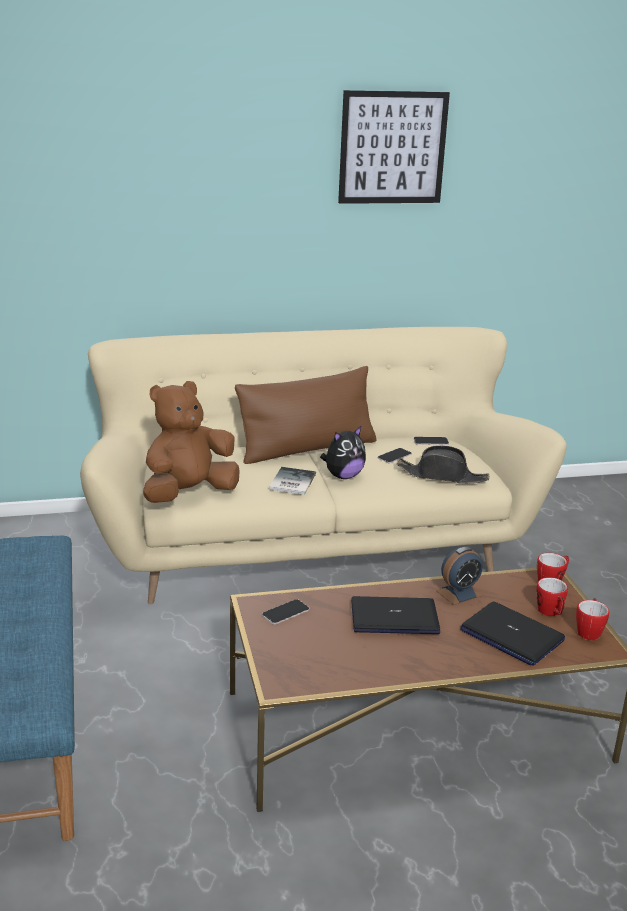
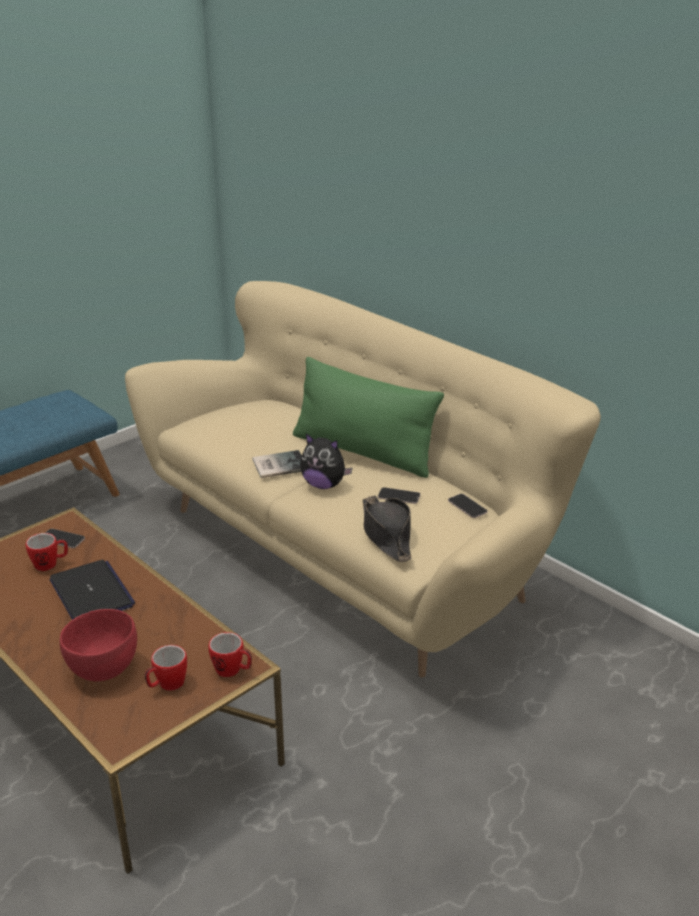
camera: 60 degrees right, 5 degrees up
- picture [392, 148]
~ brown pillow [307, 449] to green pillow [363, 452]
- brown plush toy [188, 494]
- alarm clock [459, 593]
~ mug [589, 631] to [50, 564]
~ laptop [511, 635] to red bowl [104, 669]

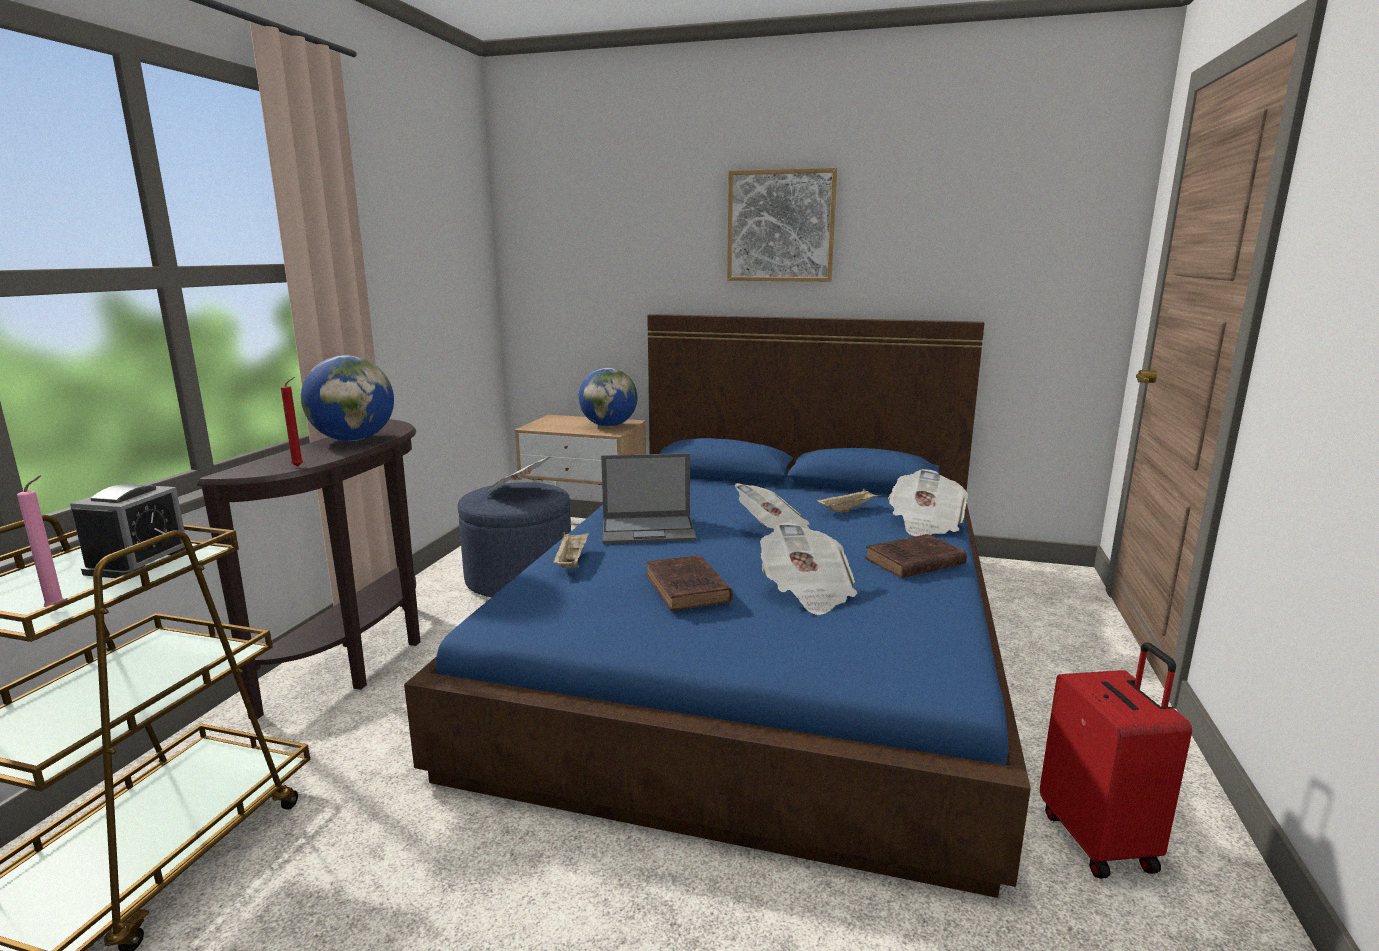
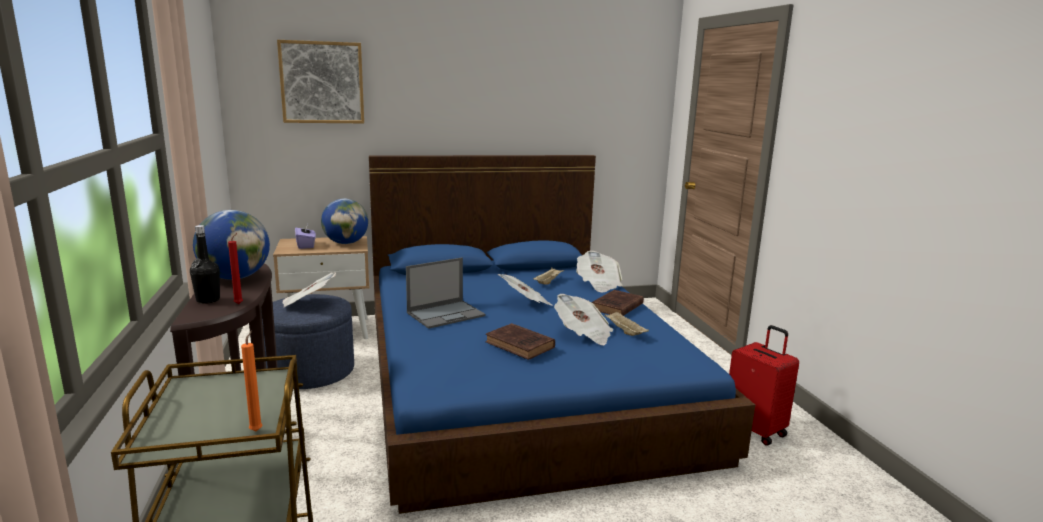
camera: 30 degrees left, 0 degrees up
~ picture [780, 226] to [322, 82]
~ pink candle [60, 609] to orange candle [257, 430]
- alarm clock [139, 561]
~ beige tray [571, 561] to [624, 331]
+ purple tissue box [306, 245]
+ black bottle [208, 300]

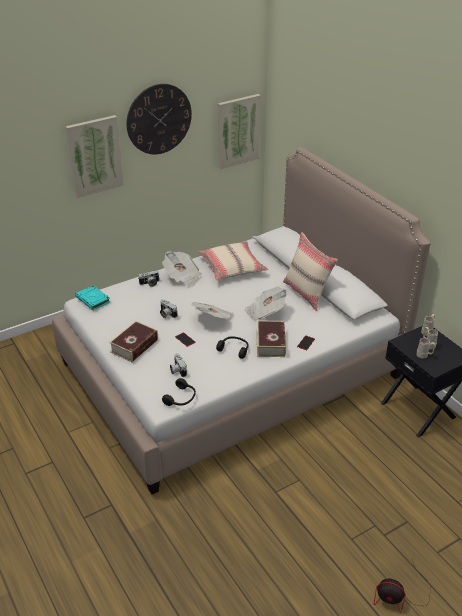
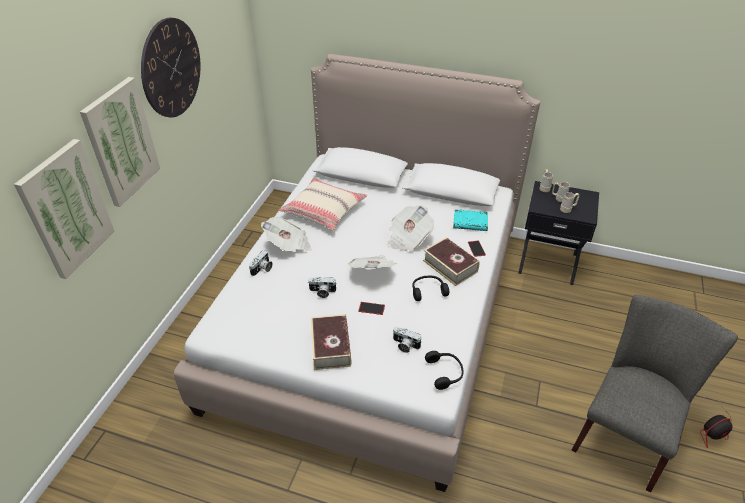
camera: 40 degrees left, 5 degrees up
~ picture [238, 131] to [66, 209]
- beige pillow [307, 293]
~ turquoise book [93, 300] to [470, 222]
+ grey chair [624, 432]

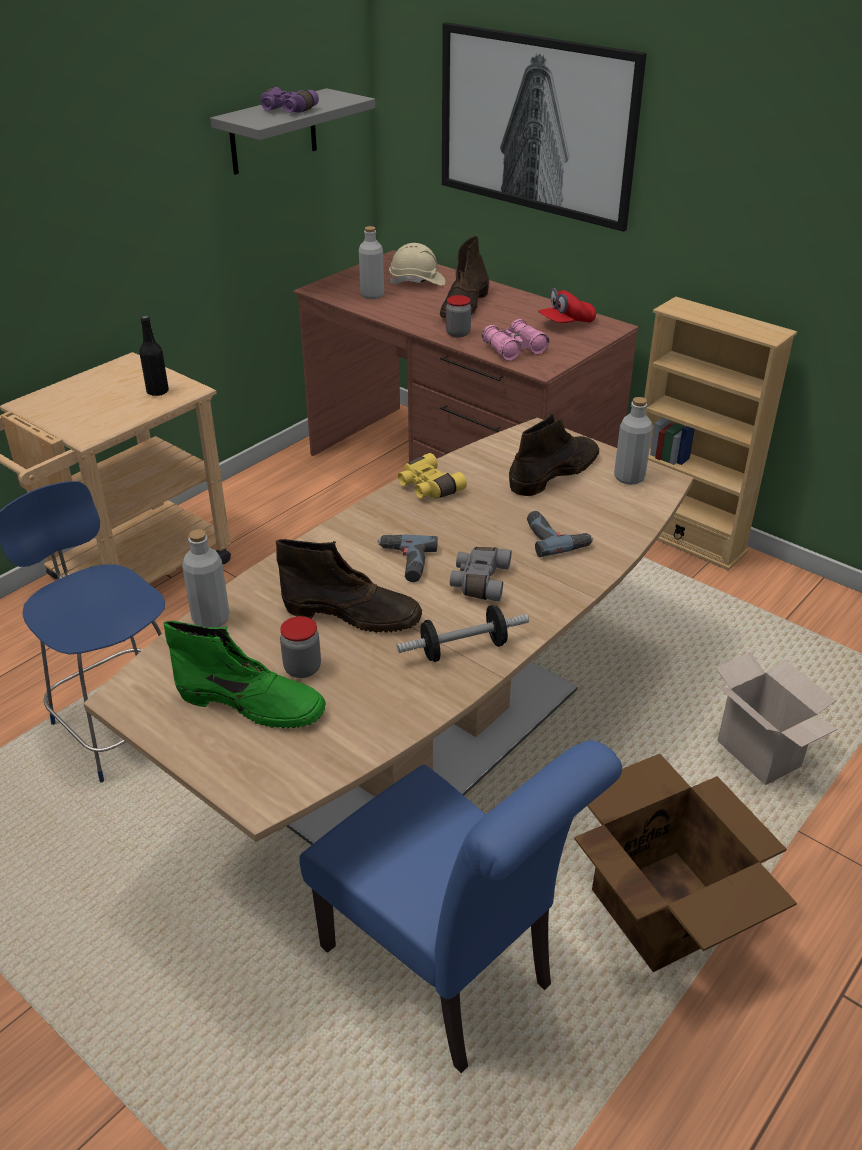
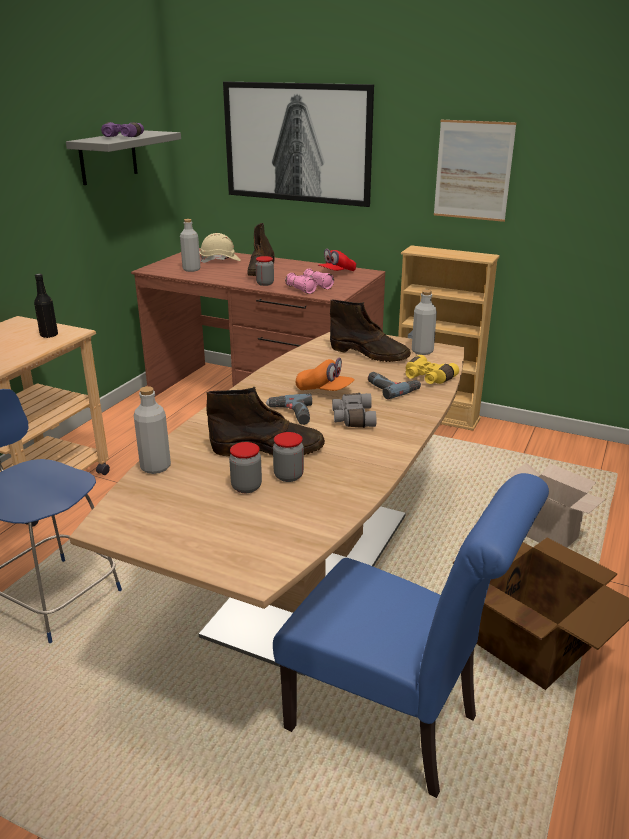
camera: 15 degrees left, 10 degrees down
~ brown boot [554, 472] = [370, 354] 90 degrees clockwise
~ yellow binoculars [428, 487] to [427, 378]
- dumbbell [463, 649]
- green boot [252, 704]
+ picture [473, 170]
+ orange cap [324, 390]
+ jar [288, 476]

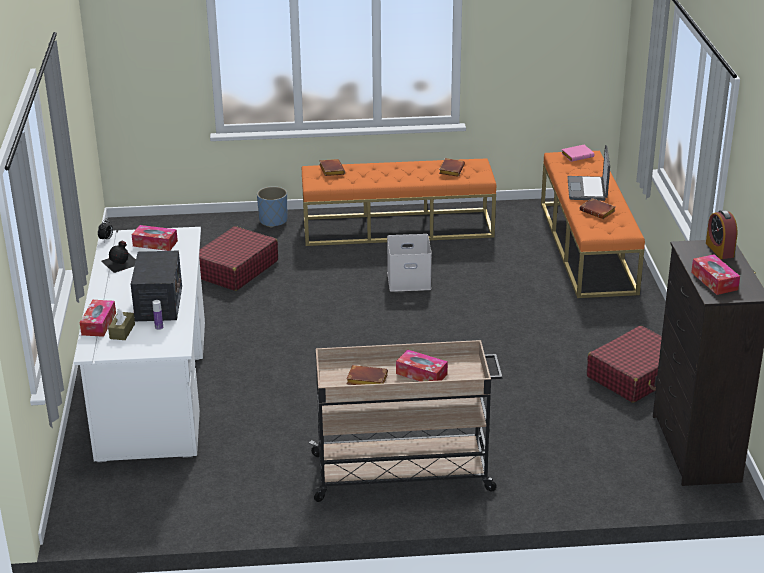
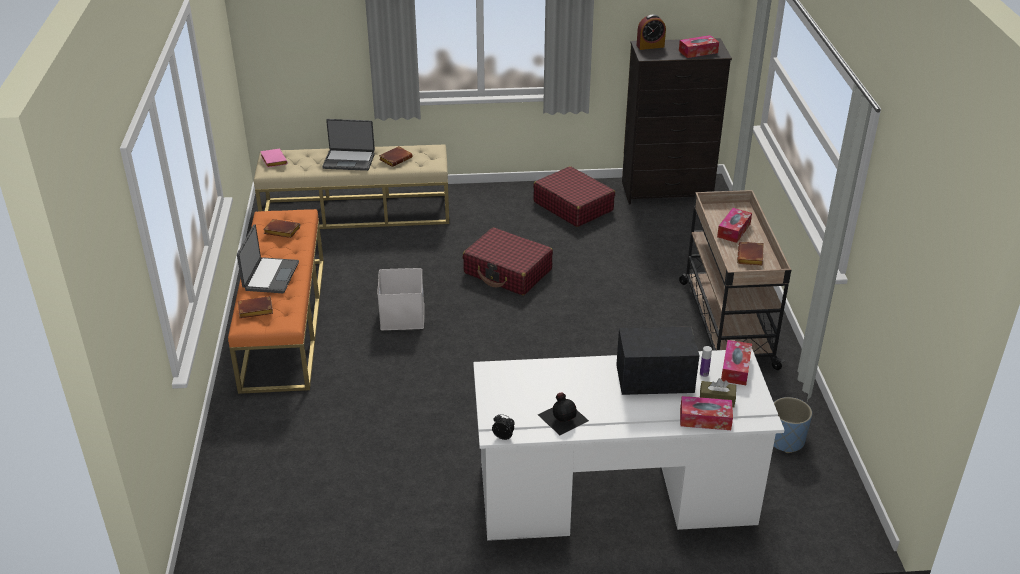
camera: 90 degrees left, 5 degrees up
~ orange bench [587, 247] to beige bench [357, 212]
~ blue planter [273, 221] to [786, 440]
~ tissue box [155, 243] to [735, 368]
~ red suitcase [235, 269] to [508, 272]
+ laptop [270, 276]

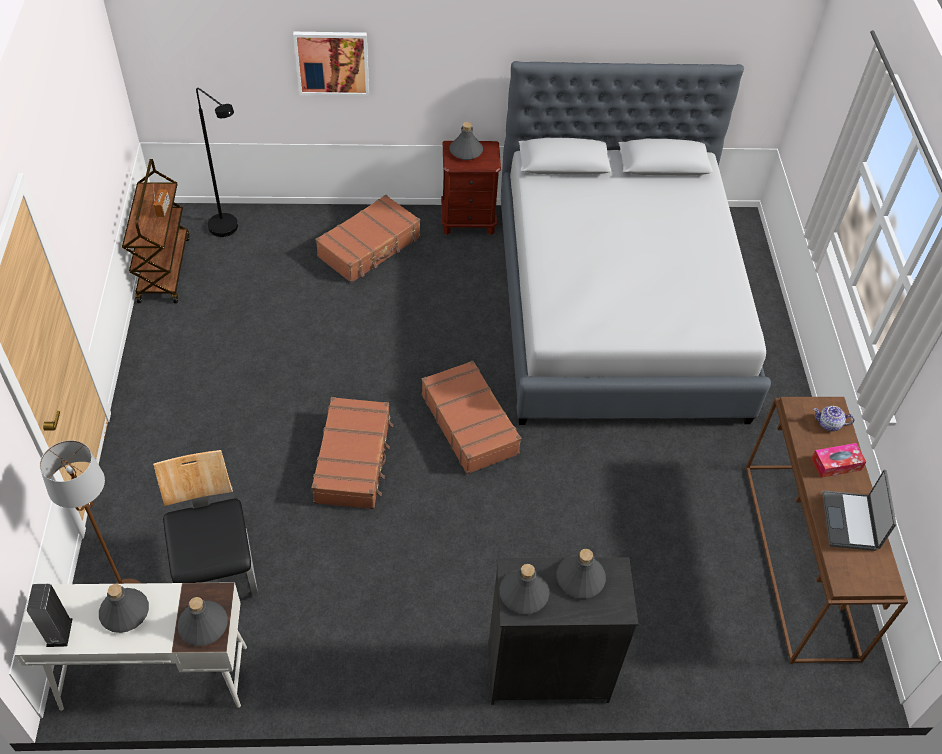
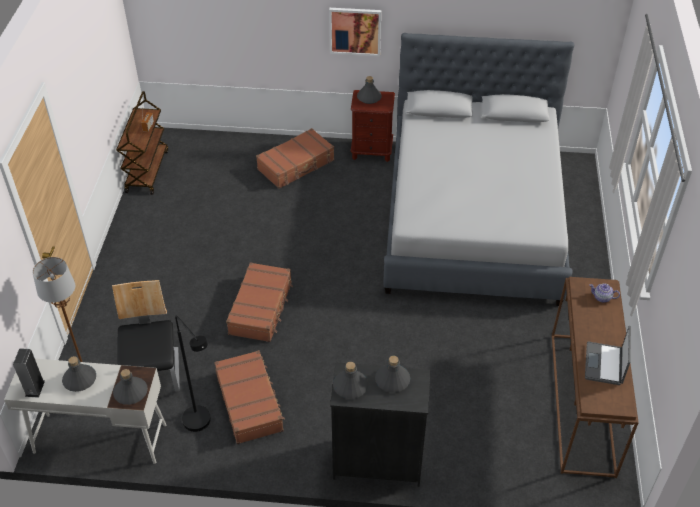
camera: 10 degrees right, 5 degrees down
~ picture [332, 63] to [355, 31]
~ black floor lamp [229, 230] to [202, 424]
~ brown suitcase [470, 424] to [250, 402]
- tissue box [836, 464]

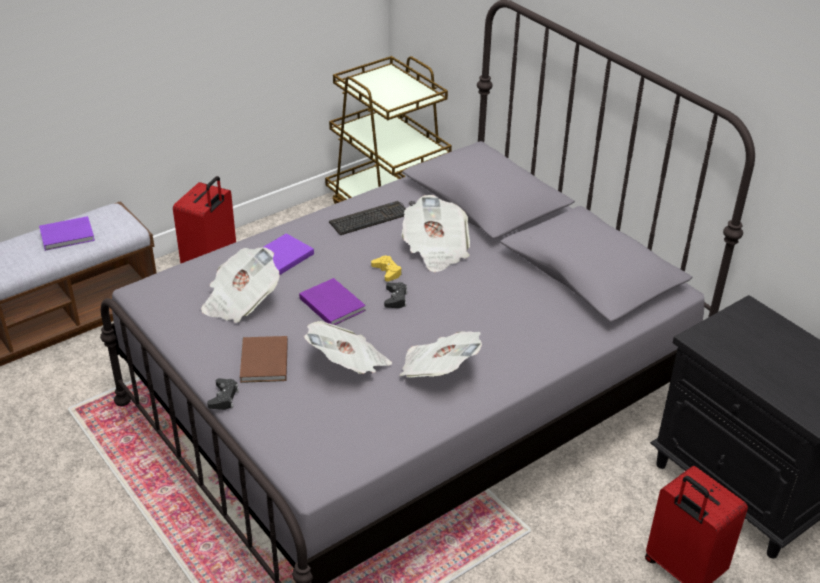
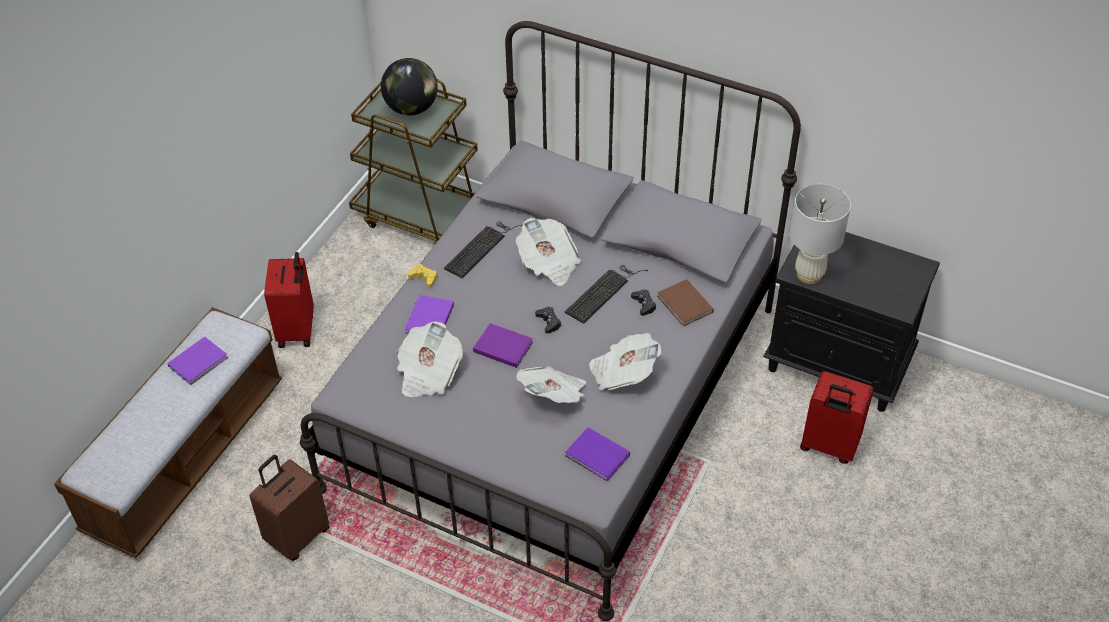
camera: 25 degrees left, 10 degrees up
~ yellow game controller [387, 272] to [424, 278]
~ brown book [263, 362] to [685, 305]
~ black game controller [224, 398] to [644, 304]
+ globe [411, 108]
+ white table lamp [809, 275]
+ keyboard [603, 292]
+ purple book [598, 457]
+ brown suitcase [297, 536]

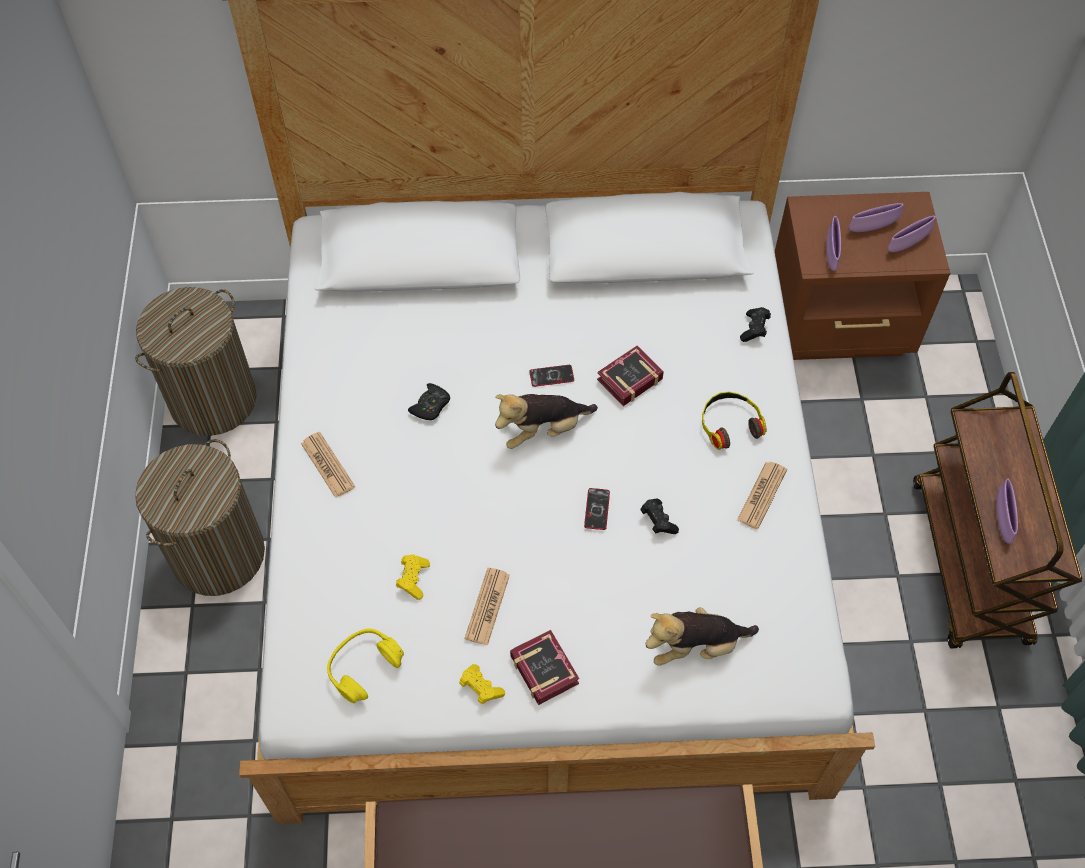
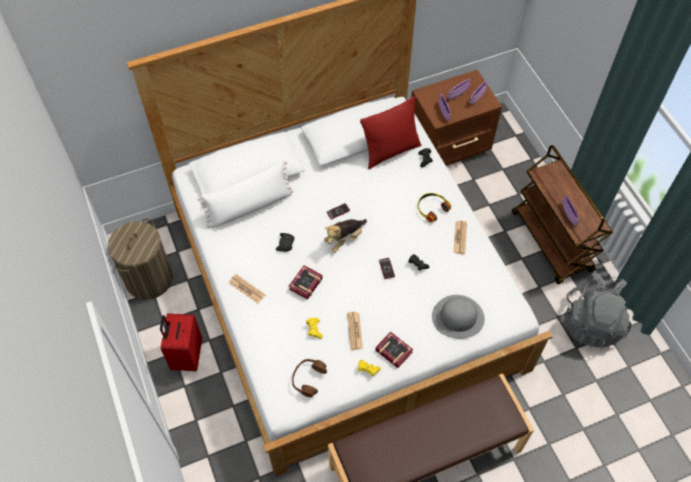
camera: 20 degrees left, 0 degrees up
~ book [626, 379] to [304, 284]
~ laundry basket [218, 554] to red suitcase [186, 356]
~ plush toy [695, 646] to grey hat [458, 317]
~ yellow headphones [364, 667] to brown headphones [308, 379]
+ red pillow [390, 151]
+ white pillow [249, 206]
+ grey backpack [591, 322]

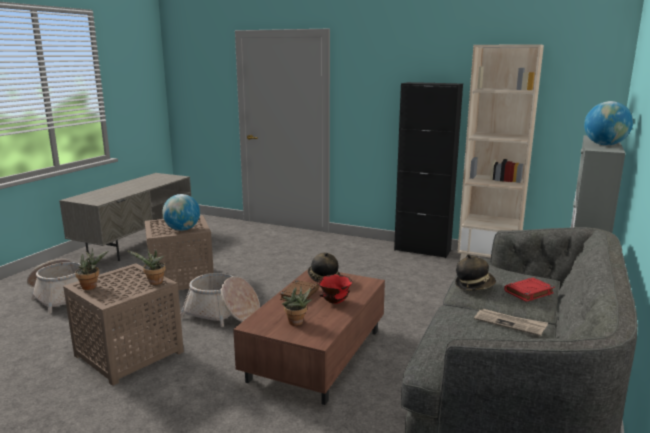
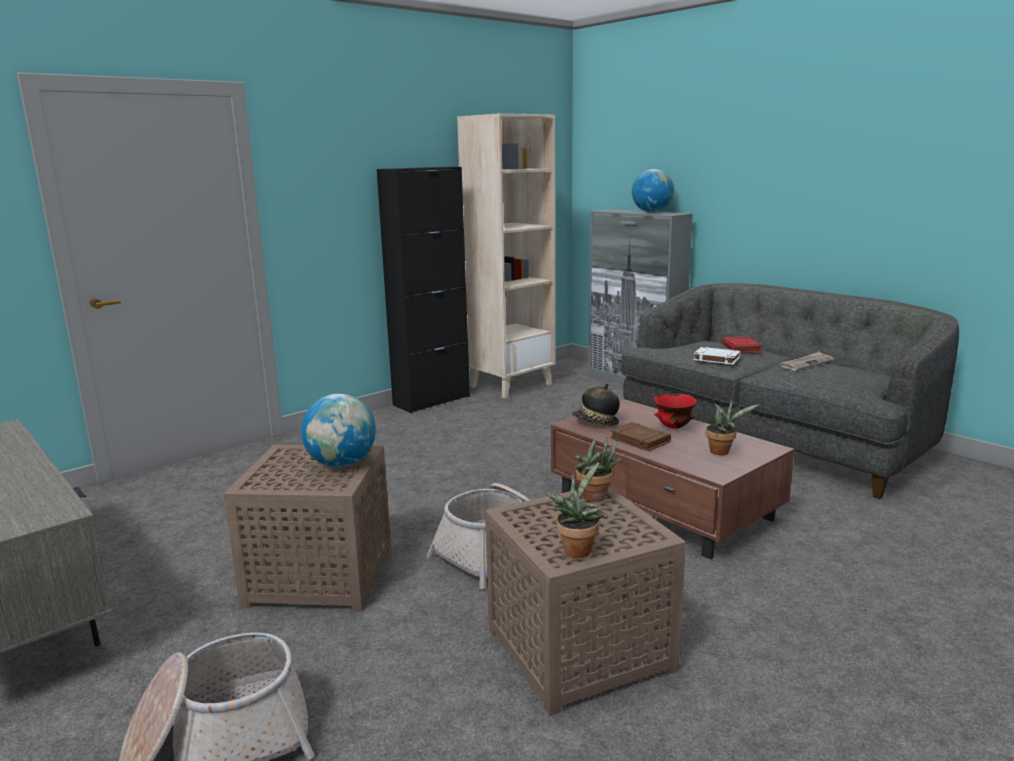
camera: 65 degrees left, 0 degrees up
~ hat [474, 285] to white book [716, 359]

